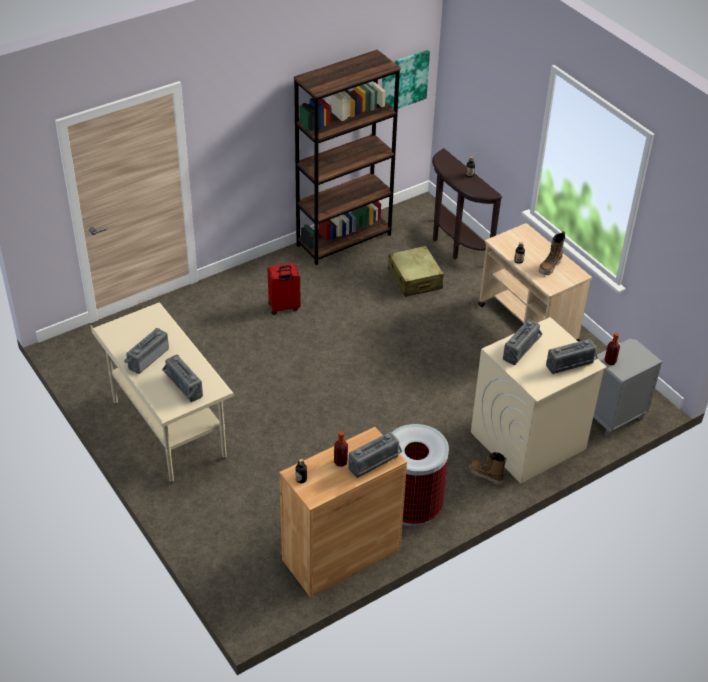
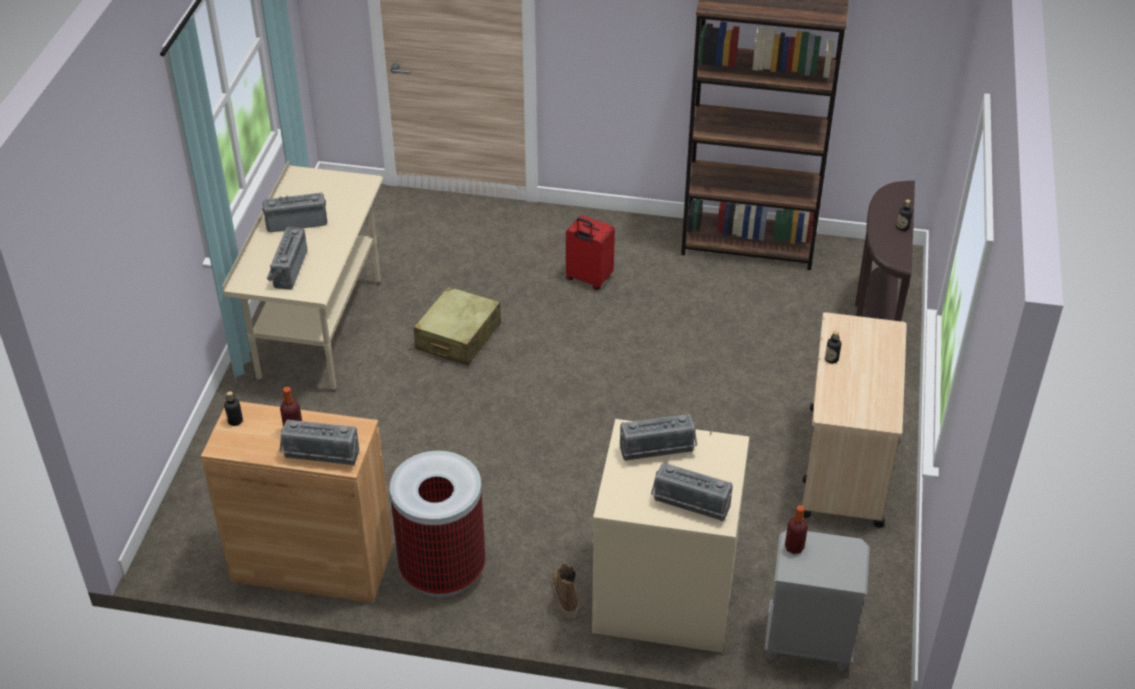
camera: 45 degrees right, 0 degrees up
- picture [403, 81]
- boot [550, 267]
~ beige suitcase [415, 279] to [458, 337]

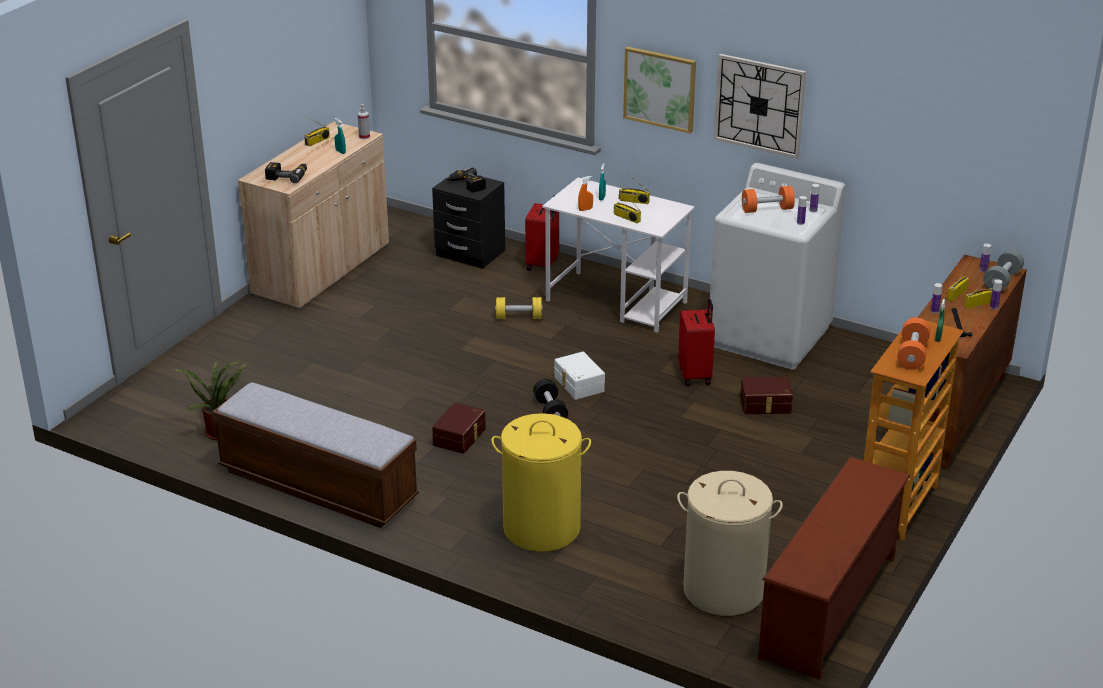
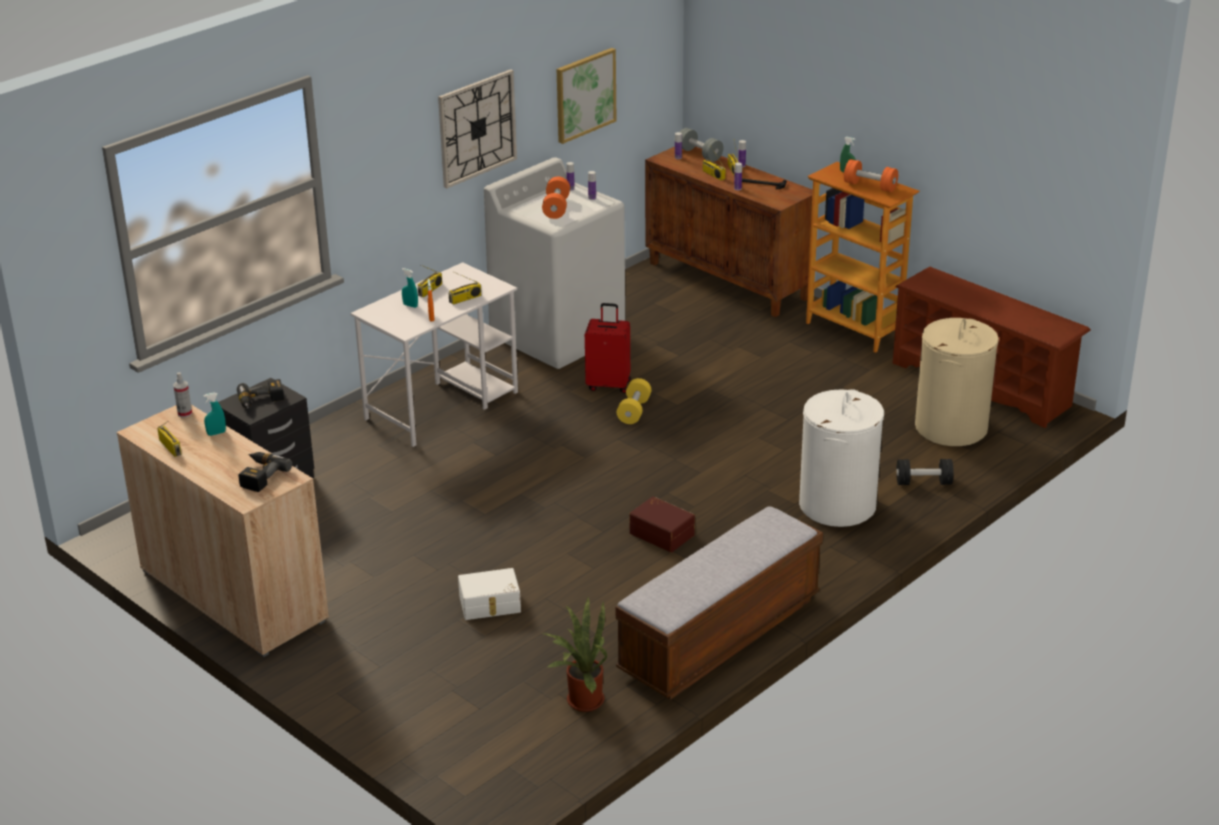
camera: 75 degrees left, 0 degrees up
~ picture [660, 89] to [585, 94]
- red suitcase [543, 264]
~ yellow dumbbell [519, 317] to [634, 411]
~ white storage box [578, 384] to [490, 605]
- brown storage box [765, 405]
~ black dumbbell [550, 411] to [923, 482]
~ yellow laundry basket [541, 528] to white laundry basket [837, 505]

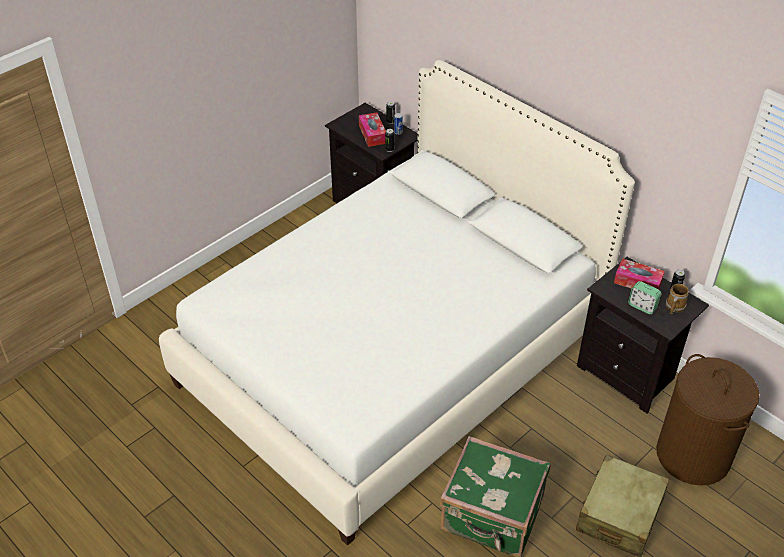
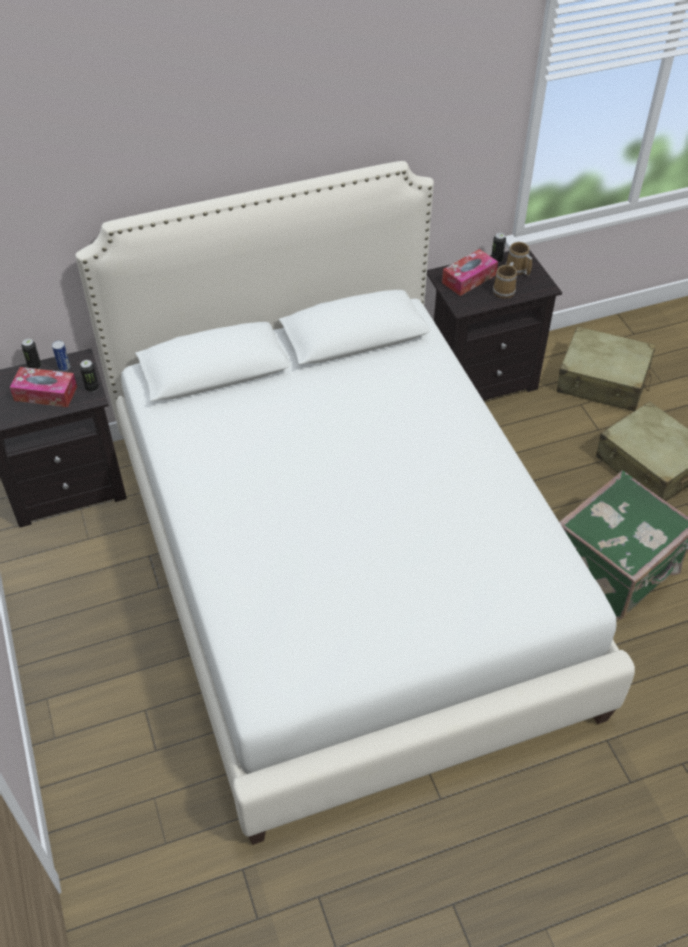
camera: 65 degrees left, 5 degrees up
~ alarm clock [642, 306] to mug [505, 290]
~ brown laundry basket [693, 455] to beige suitcase [603, 381]

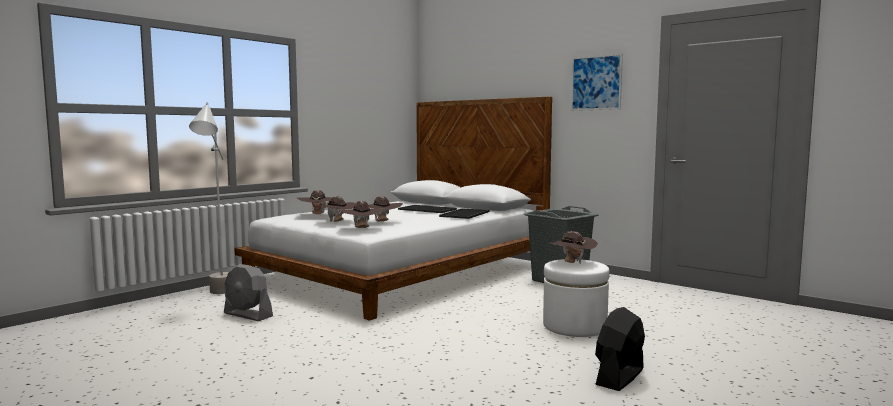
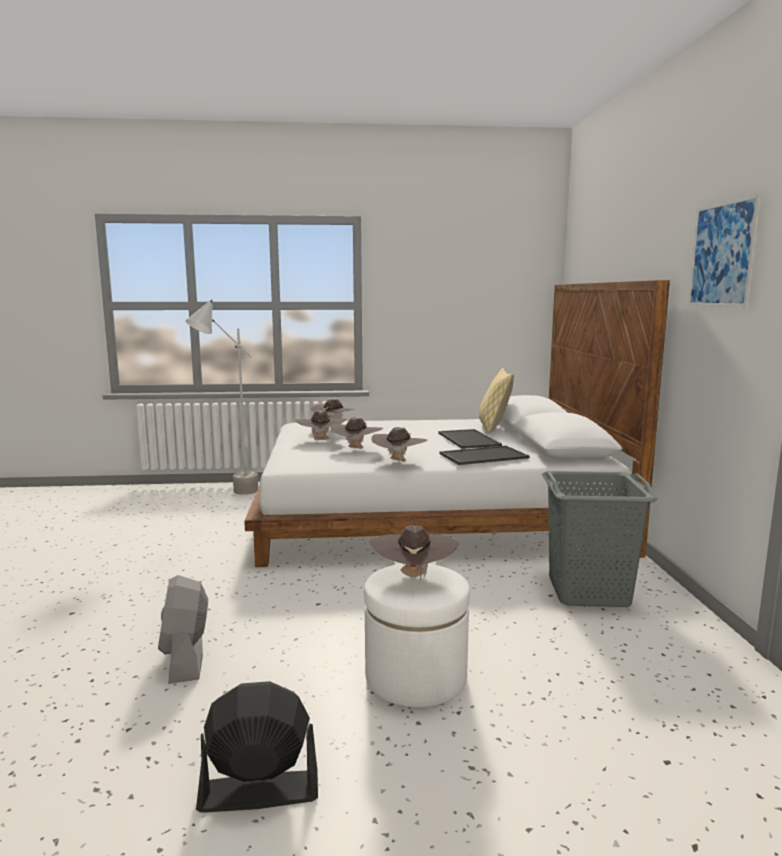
camera: 45 degrees right, 5 degrees up
~ brown hat [362, 228] to [399, 462]
~ grey fan [248, 315] to [185, 658]
+ pillow [494, 428]

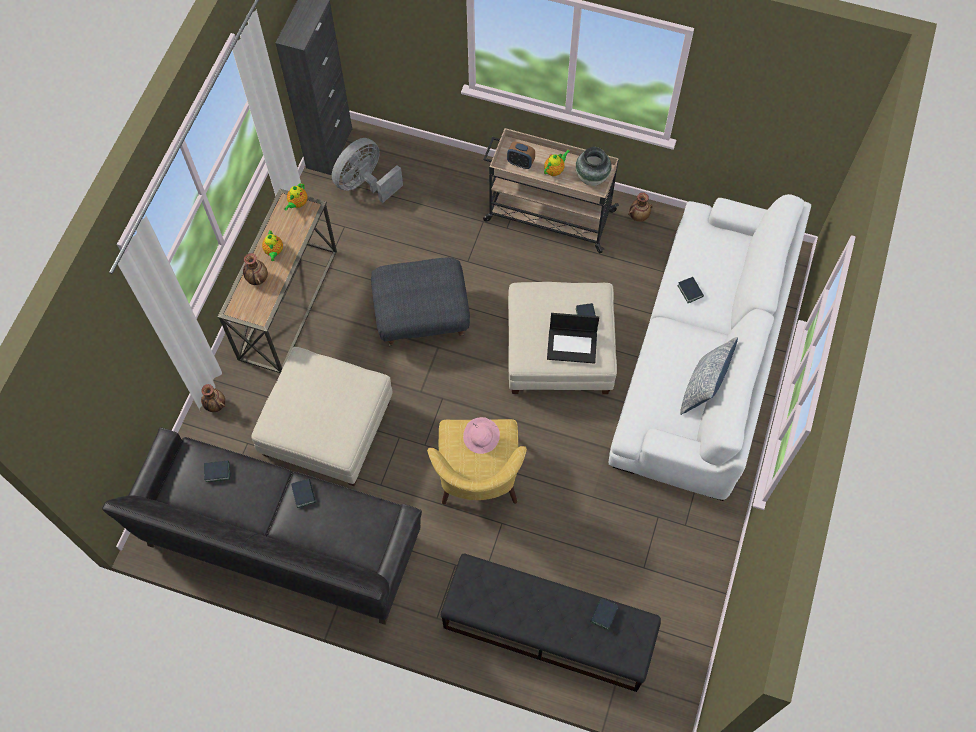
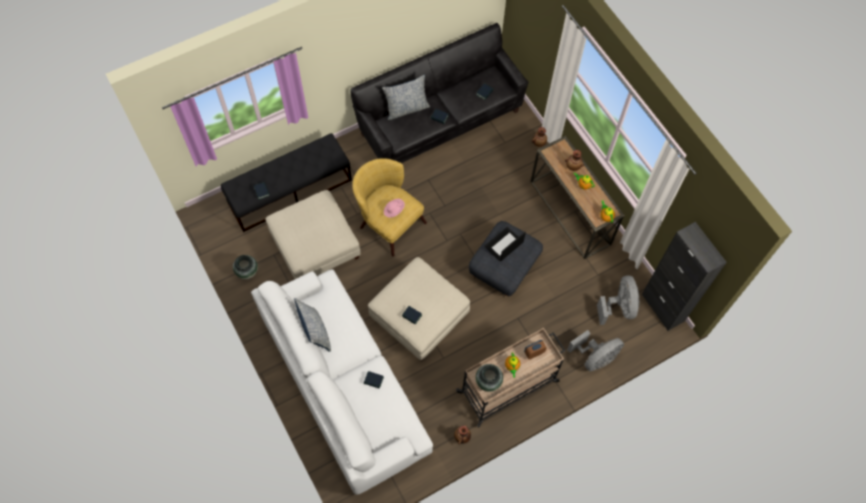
camera: 130 degrees right, 0 degrees up
~ laptop [572, 345] to [504, 245]
~ beige ottoman [327, 427] to [315, 246]
+ pillow [406, 108]
+ vase [247, 272]
+ grey fan [595, 358]

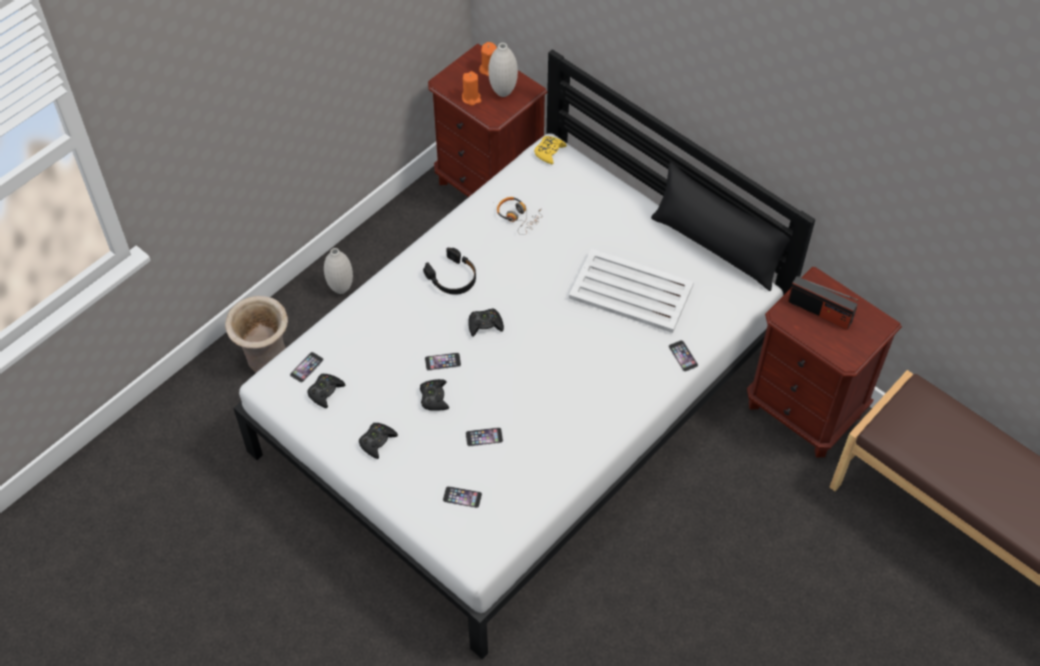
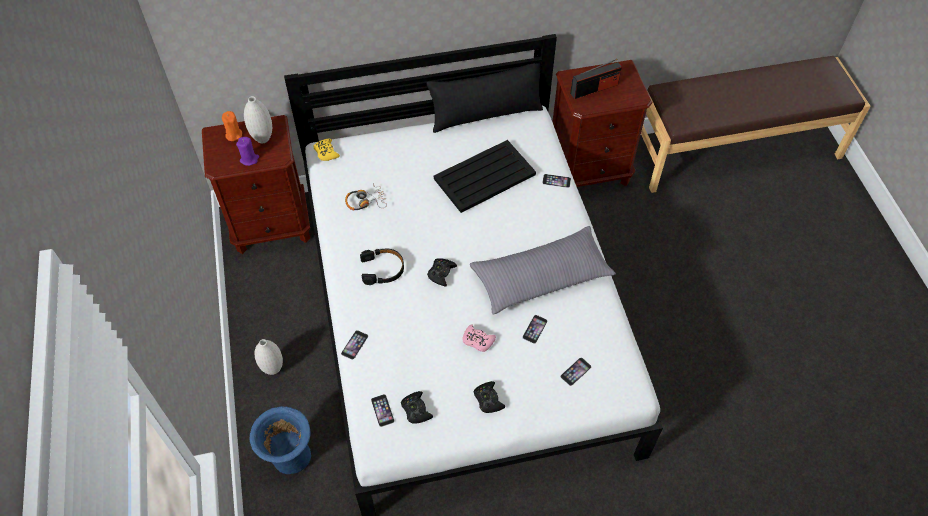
camera: 55 degrees left, 0 degrees up
~ orange candle [471, 98] to purple candle [249, 159]
~ white tray [630, 291] to black tray [483, 177]
~ beige vase [265, 359] to blue vase [290, 458]
~ phone [442, 361] to [354, 344]
~ black game controller [434, 398] to pink game controller [477, 341]
+ grey pillow [541, 277]

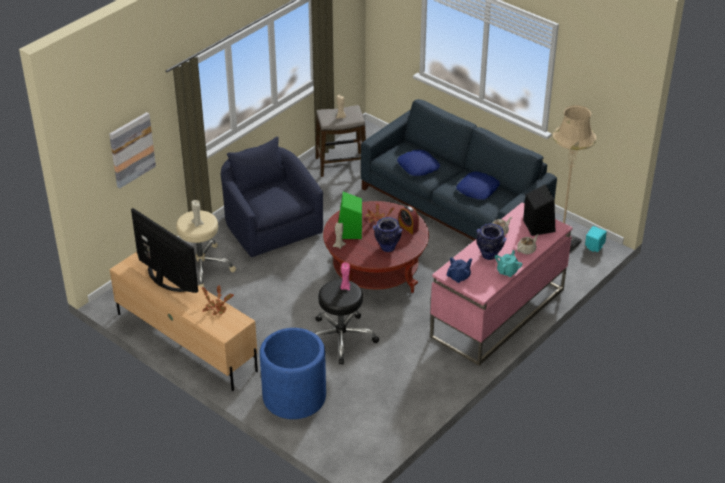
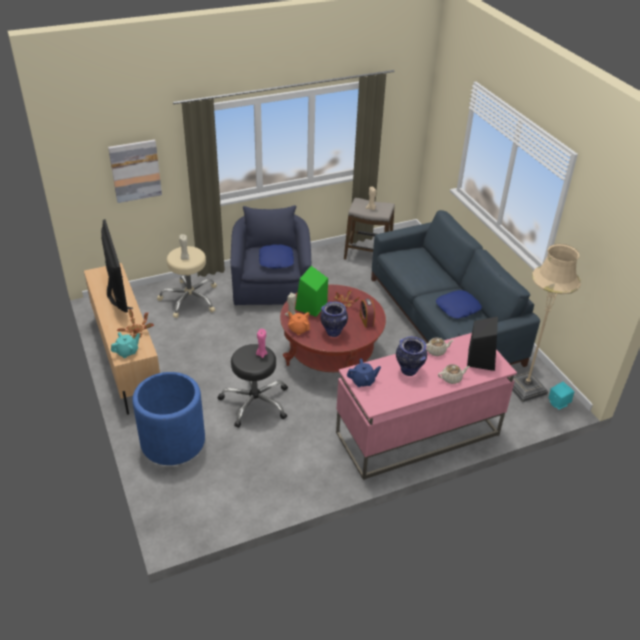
camera: 25 degrees right, 0 degrees up
~ blue pillow [418, 166] to [276, 260]
~ turquoise teapot [507, 271] to [127, 352]
+ orange teapot [298, 329]

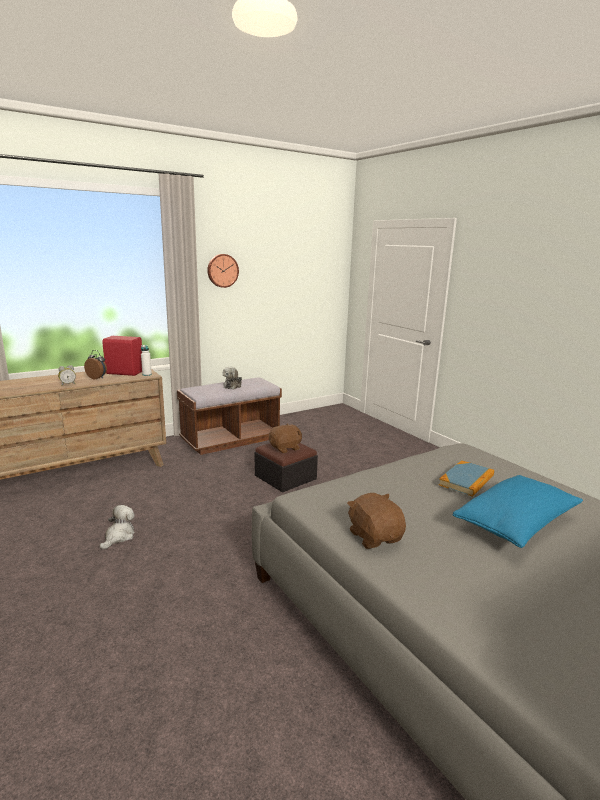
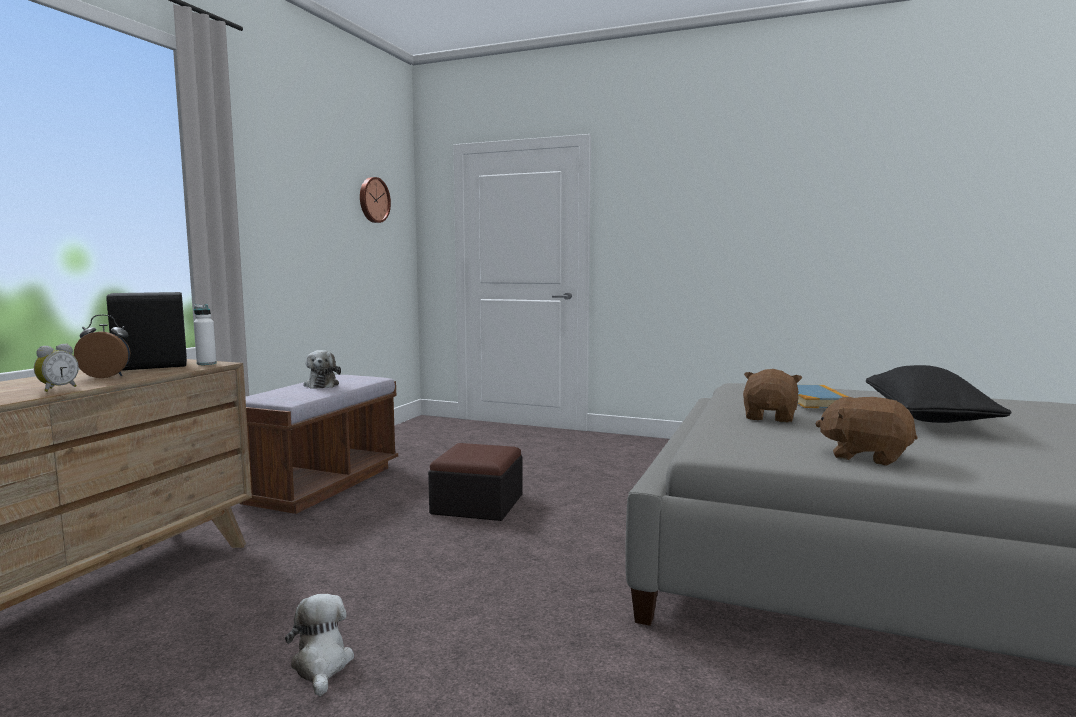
camera: 35 degrees left, 10 degrees down
~ wall clock [222, 270] to [373, 200]
~ red speaker [124, 372] to black speaker [150, 366]
~ brown plush toy [285, 448] to [770, 417]
~ blue pillow [516, 524] to black pillow [927, 418]

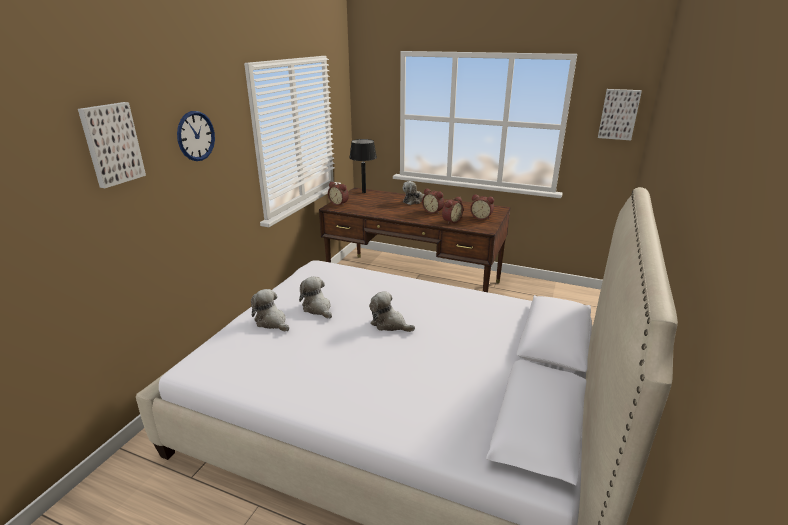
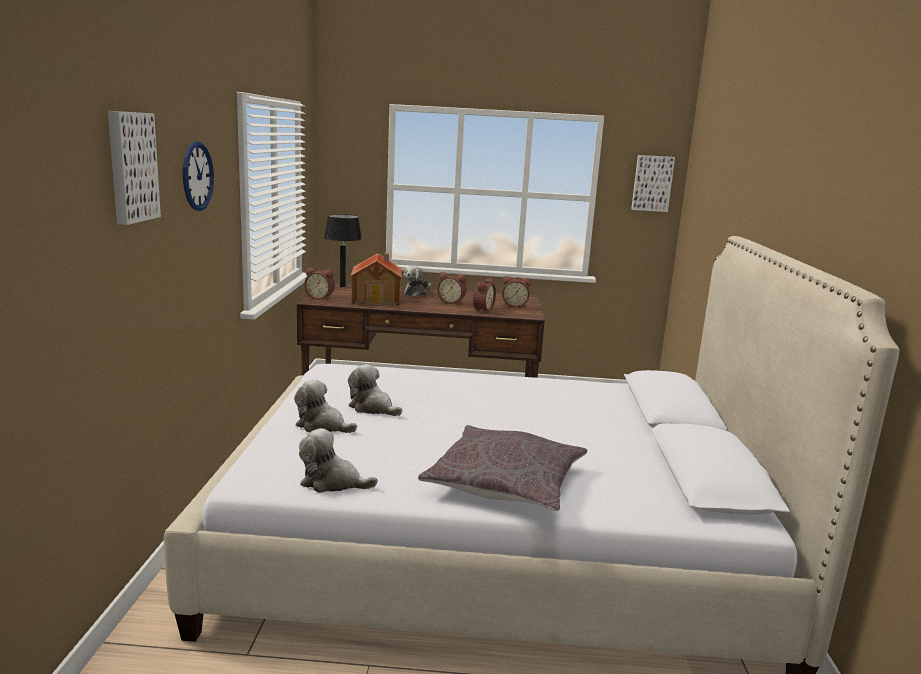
camera: 20 degrees left, 10 degrees down
~ plush toy [389, 324] to [332, 482]
+ toy house [377, 299]
+ grey pillow [505, 482]

